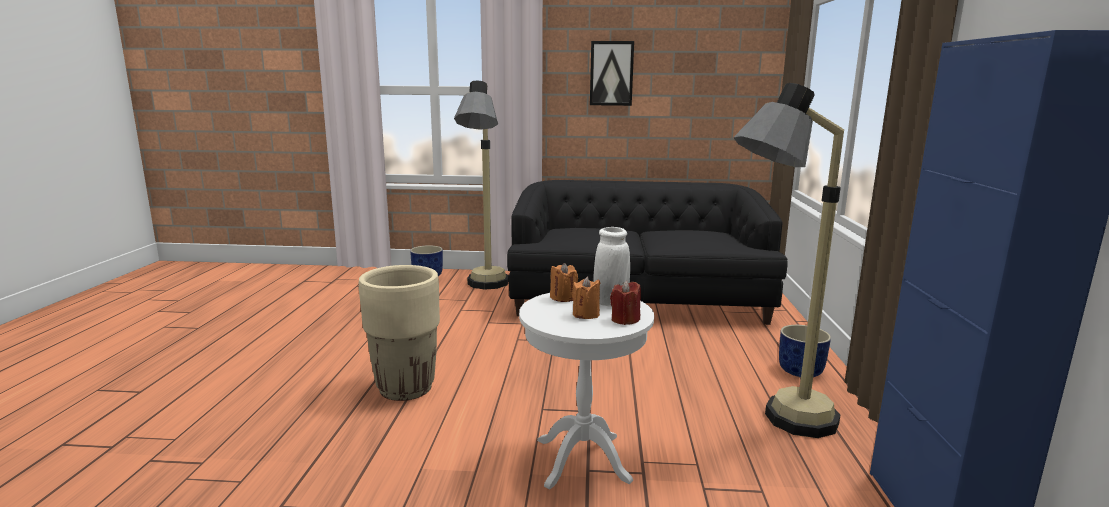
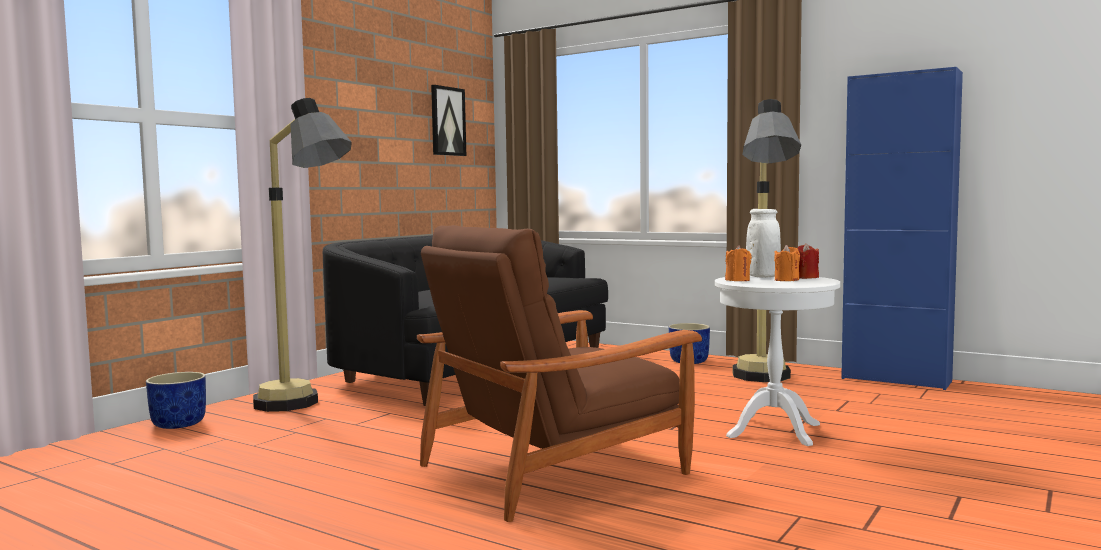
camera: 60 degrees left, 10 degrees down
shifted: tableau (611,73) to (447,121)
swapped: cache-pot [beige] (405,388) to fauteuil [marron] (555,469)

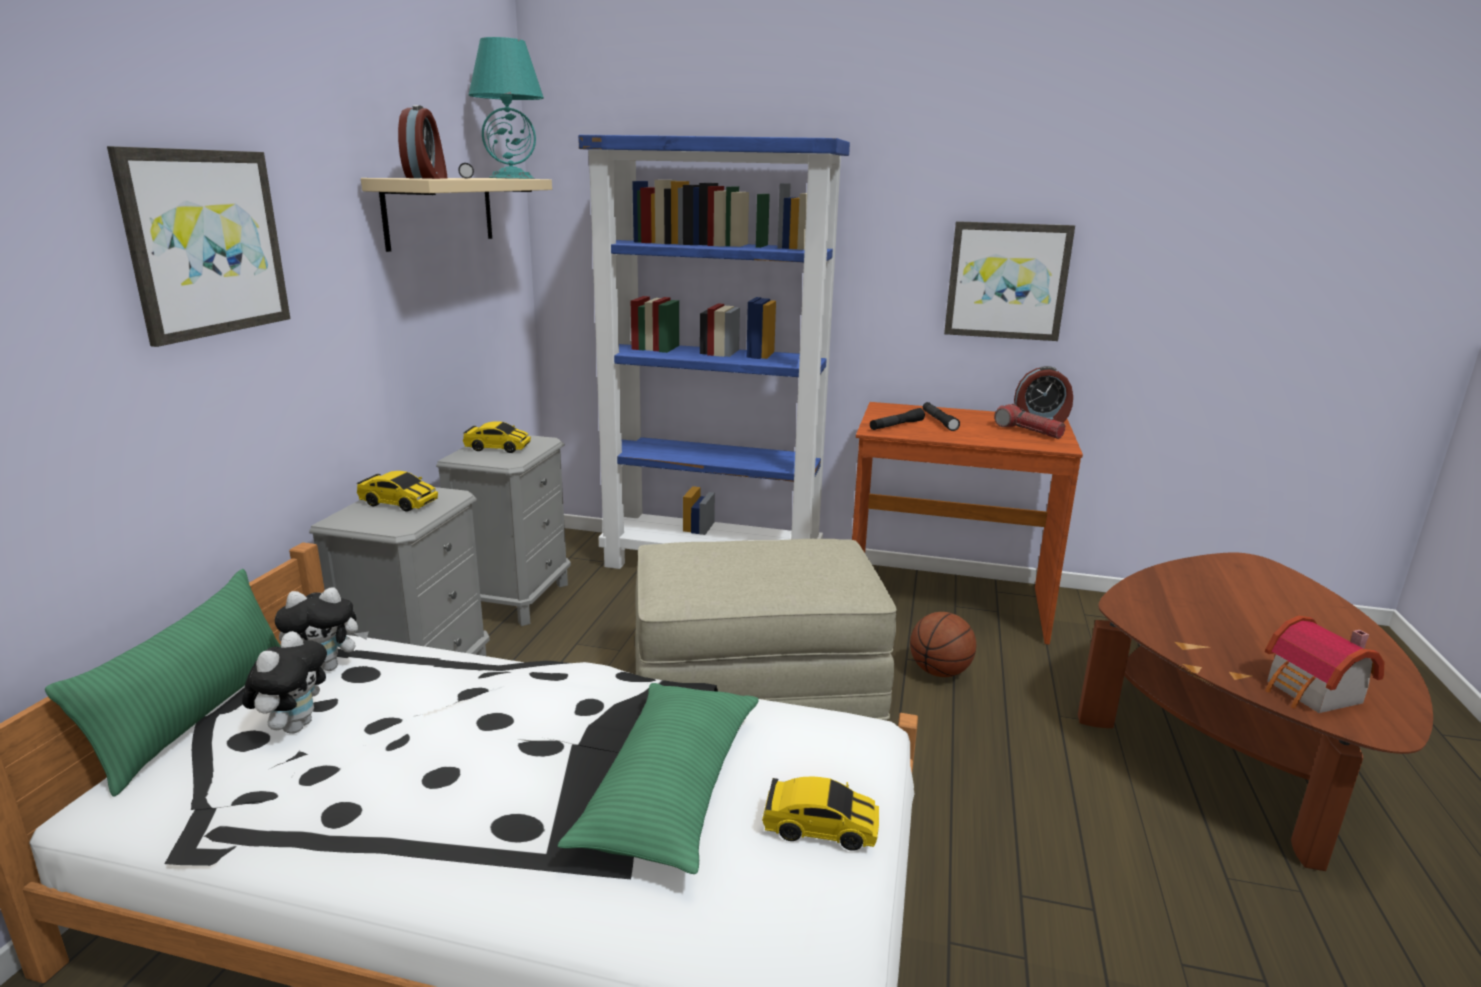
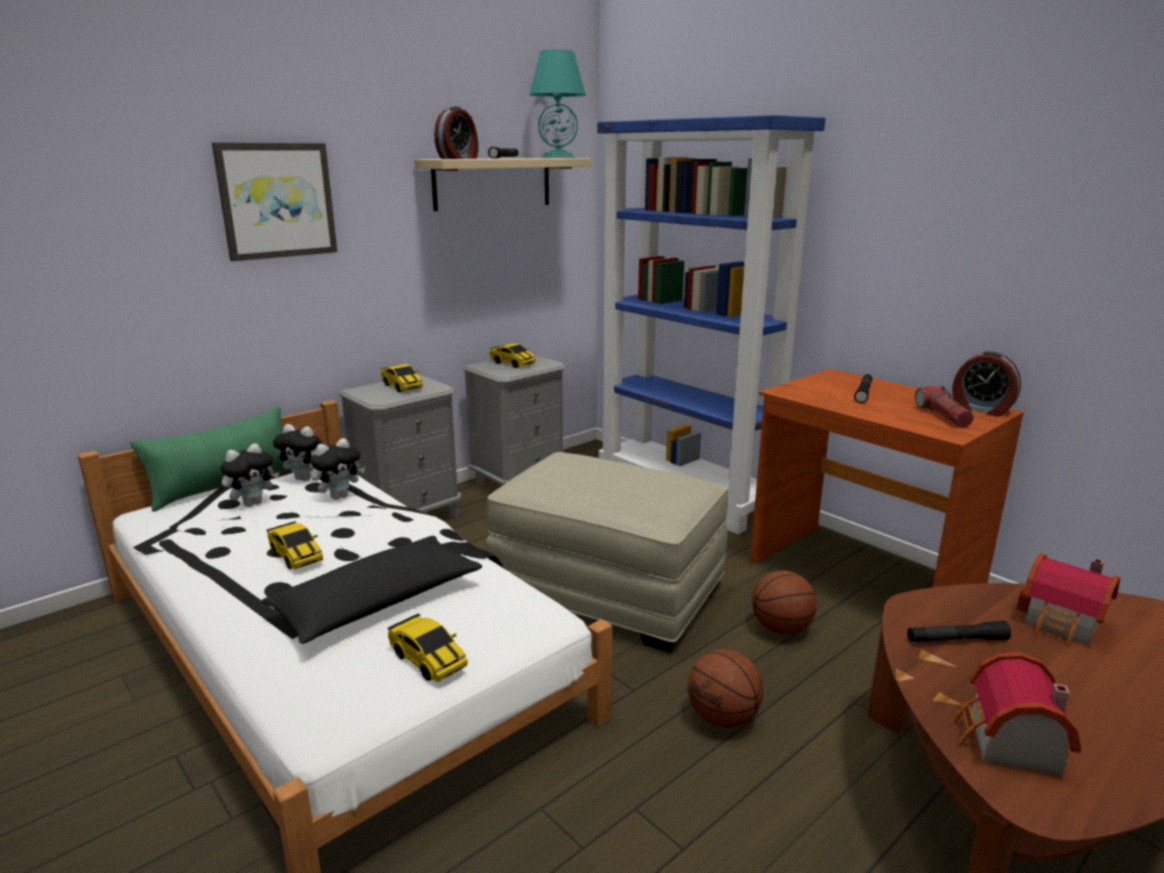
camera: 35 degrees right, 0 degrees up
gone: tableau (1007,281)
new: petite voiture (296,556); peluche (339,496); ballon de basket (723,718); maison miniature (1063,625)
shifted: lampe de poche [noir] (896,425) to (956,640)
repainted: coussin [vert] (670,789) to coussin [noir] (378,603)

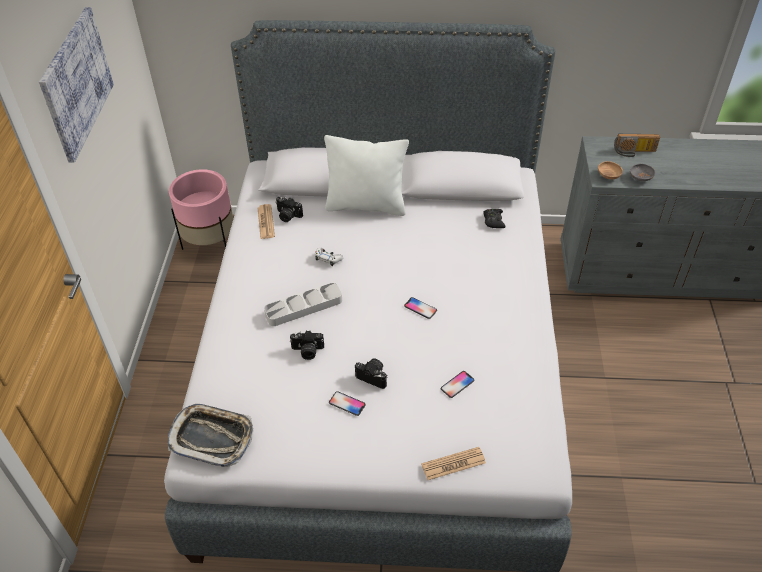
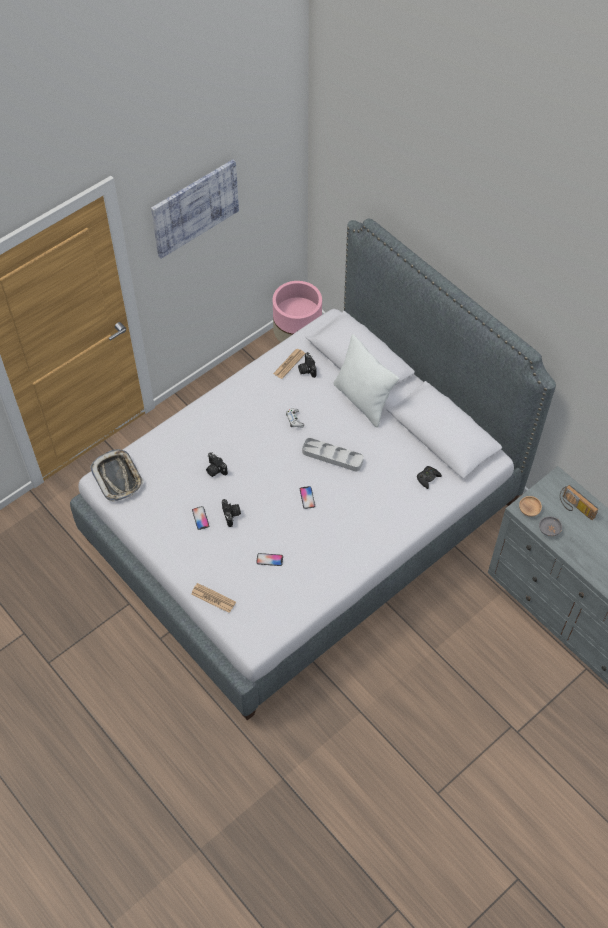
camera: 45 degrees right, 10 degrees up
shifted: plateau [gris] (304,307) to (332,456)

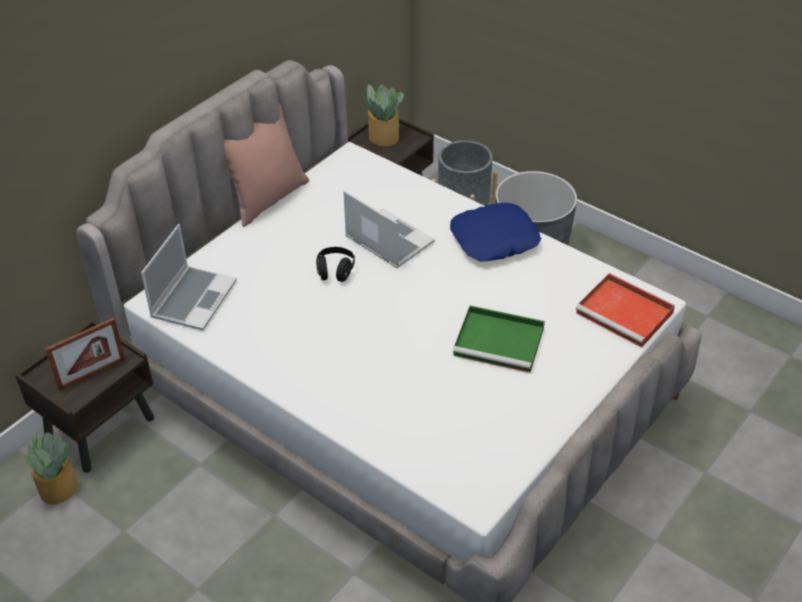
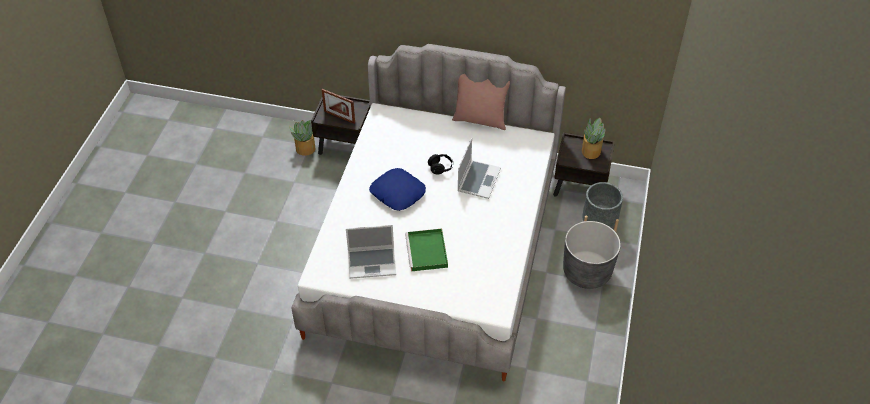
camera: 65 degrees right, 5 degrees up
gone: plateau [rouge] (626,313)
shifted: ordinateur portable (193,298) to (372,262); coussin [bleu] (494,240) to (397,193)

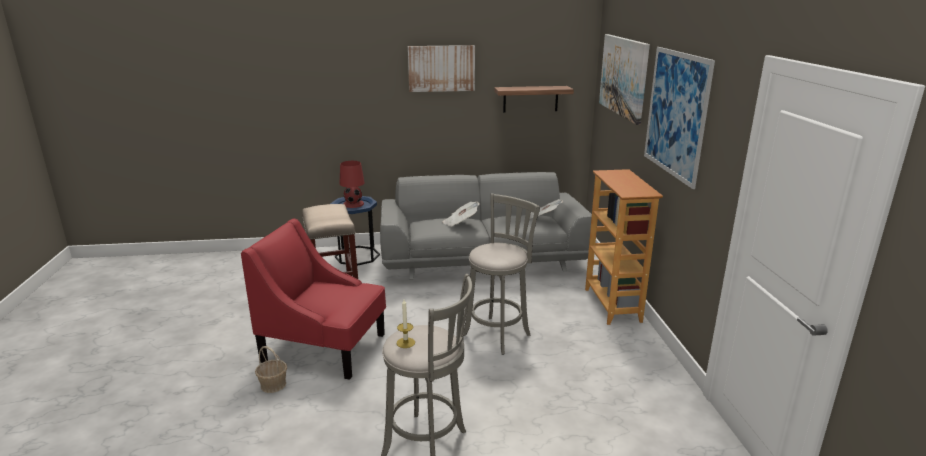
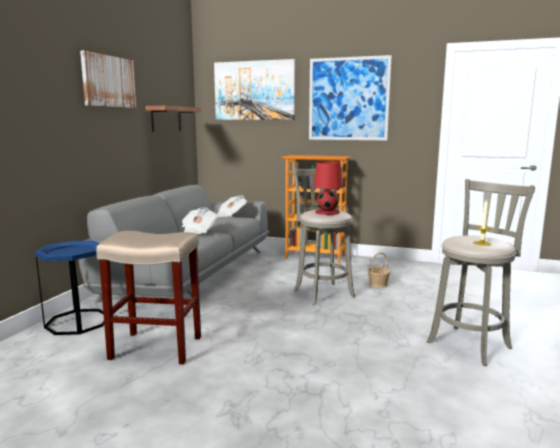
camera: 65 degrees left, 10 degrees down
gone: fauteuil [rouge] (324,347)
shifted: lampe de table [rouge] (353,204) to (327,212); panier (273,385) to (378,284)

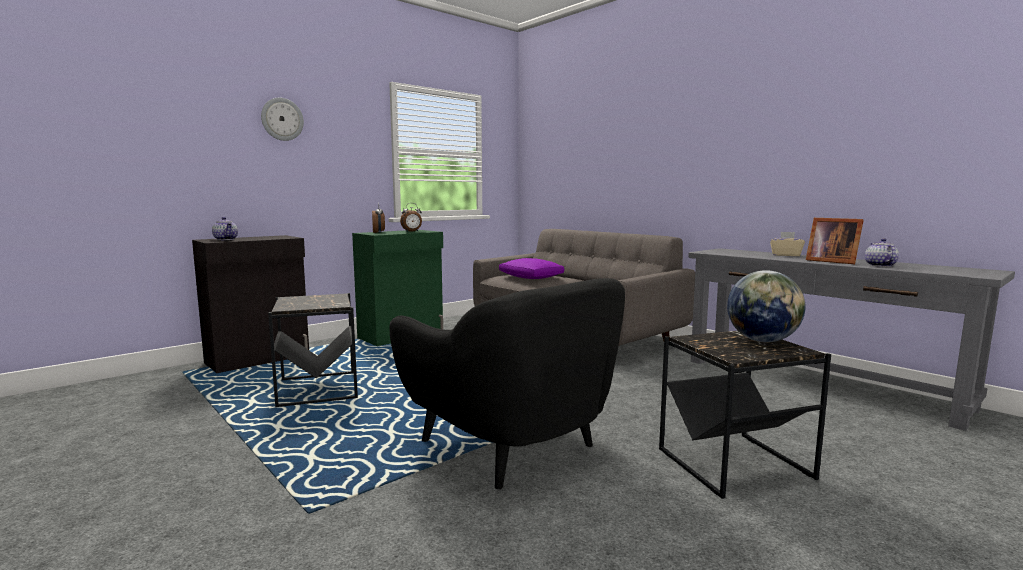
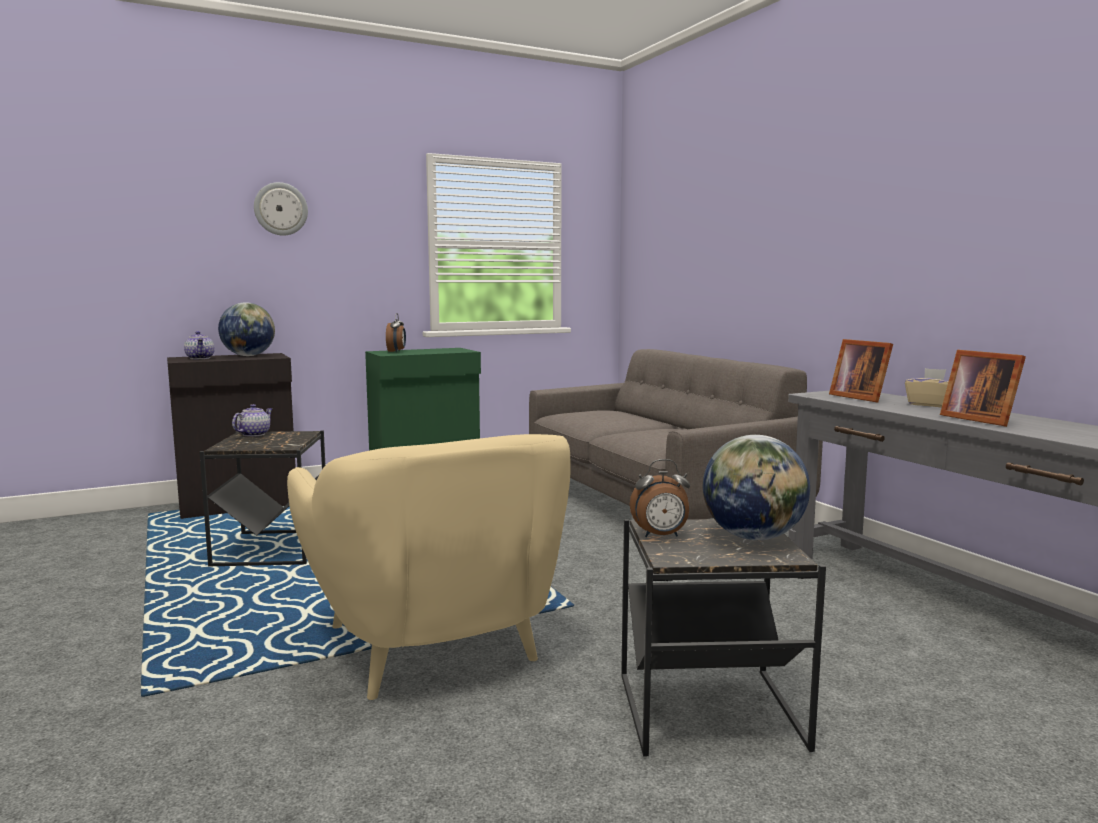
camera: 15 degrees right, 0 degrees up
gone: coussin [violet] (530,277)
new: globe (248,356); cadre photo (859,397)
shifted: théière (879,265) to (253,434); réveil (412,231) to (660,536)
repainted: fauteuil [noir] (510,446) to fauteuil [beige] (433,647)

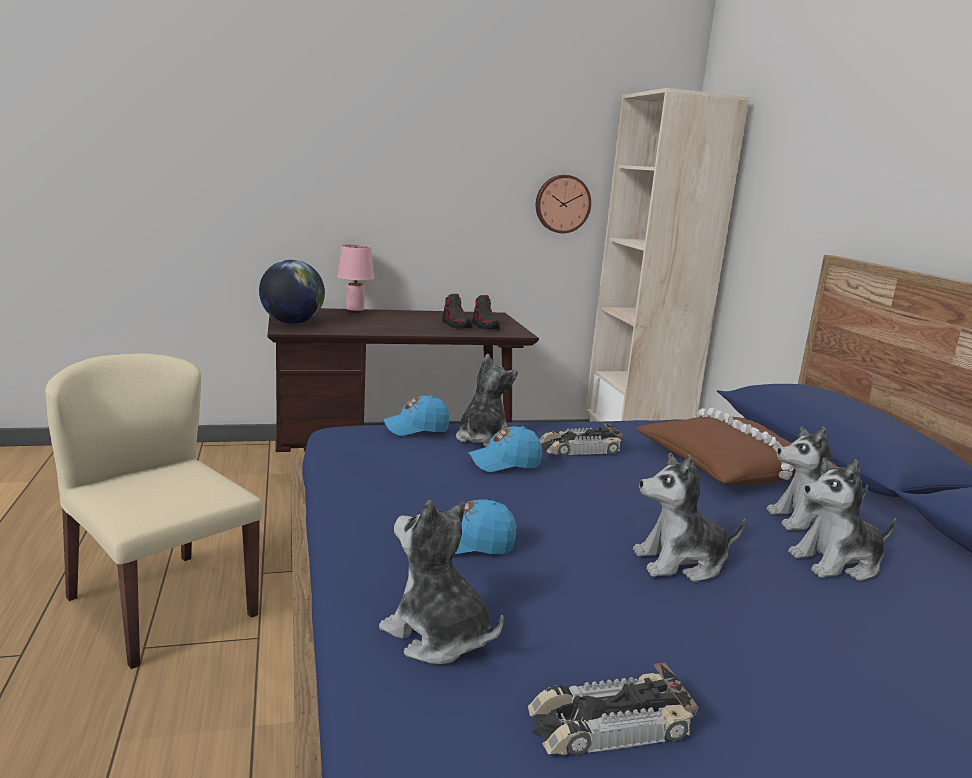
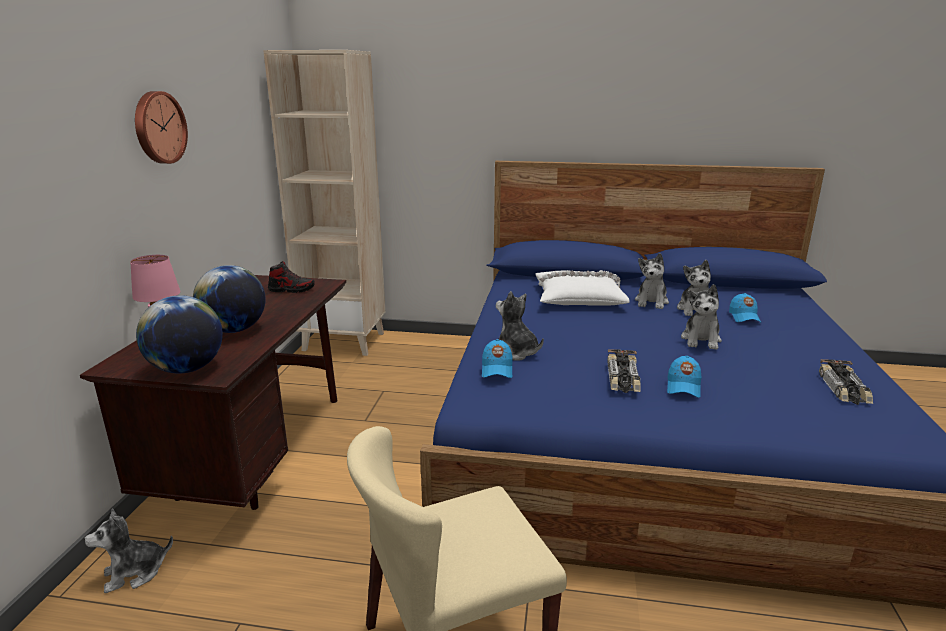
camera: 65 degrees left, 5 degrees up
gone: chaussure (456,325)
new: globe (234,330)
shifted: peluche (437,636) to (135,573); horloge murale (562,204) to (158,127); petite voiture (578,448) to (622,378); casquette [bleu] (504,463) to (744,317)
repainted: coussin [marron] (730,465) to coussin [blanc] (578,297)

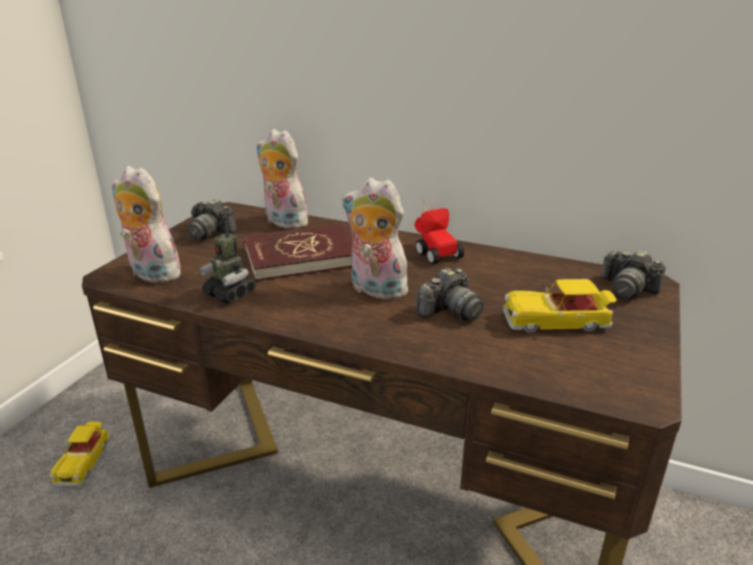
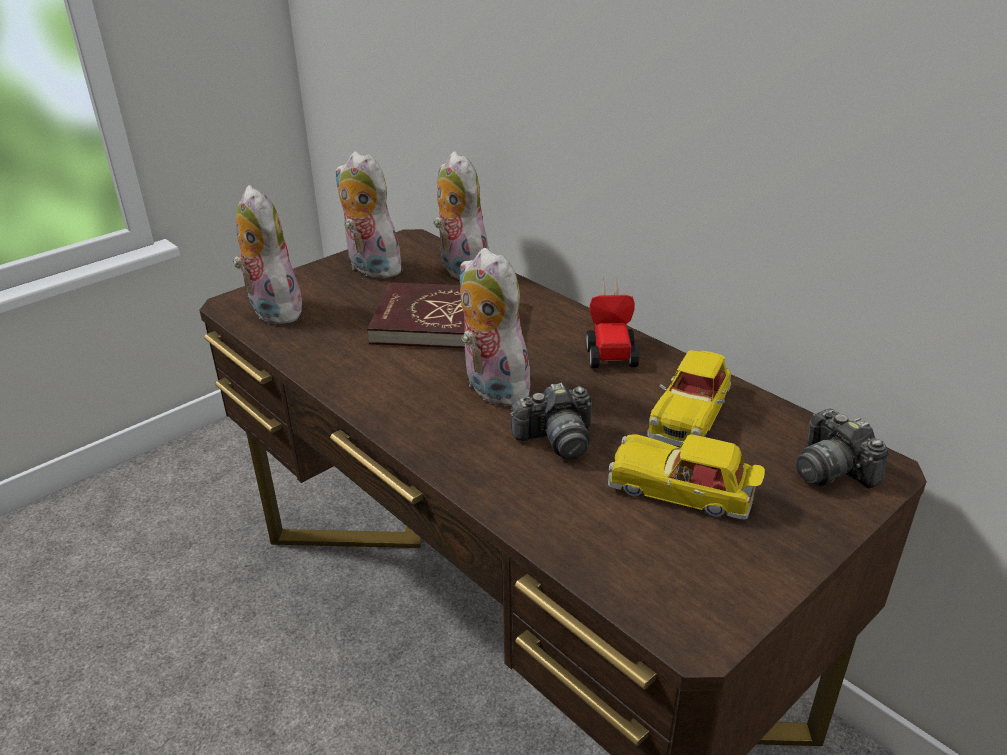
camera: 25 degrees right, 5 degrees up
gone: robot jouet (230,294)
shifted: petite voiture (84,461) to (690,413)
swapped: appareil photo (210,232) to peluche (370,268)

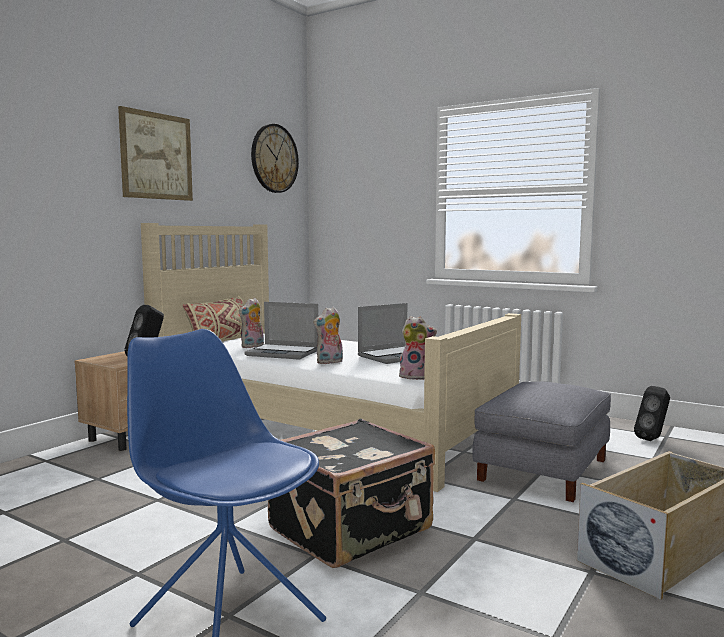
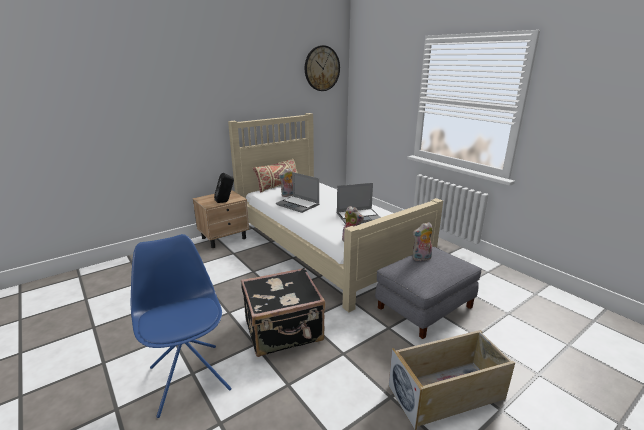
camera: 20 degrees right, 15 degrees up
gone: tableau (156,156); enceinte [noir] (653,439)
shifted: peluche (329,362) to (421,258)

